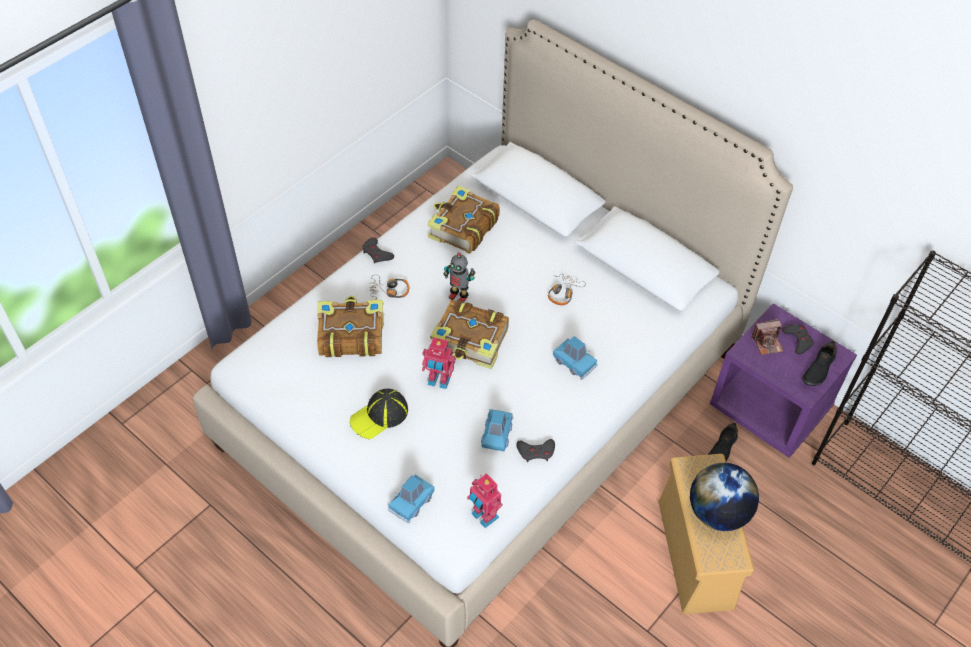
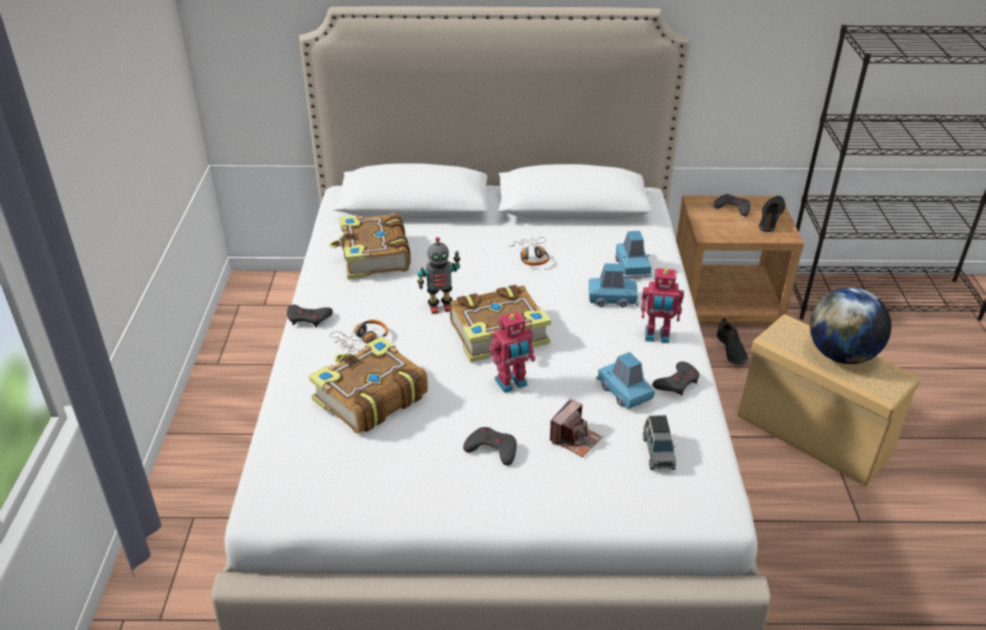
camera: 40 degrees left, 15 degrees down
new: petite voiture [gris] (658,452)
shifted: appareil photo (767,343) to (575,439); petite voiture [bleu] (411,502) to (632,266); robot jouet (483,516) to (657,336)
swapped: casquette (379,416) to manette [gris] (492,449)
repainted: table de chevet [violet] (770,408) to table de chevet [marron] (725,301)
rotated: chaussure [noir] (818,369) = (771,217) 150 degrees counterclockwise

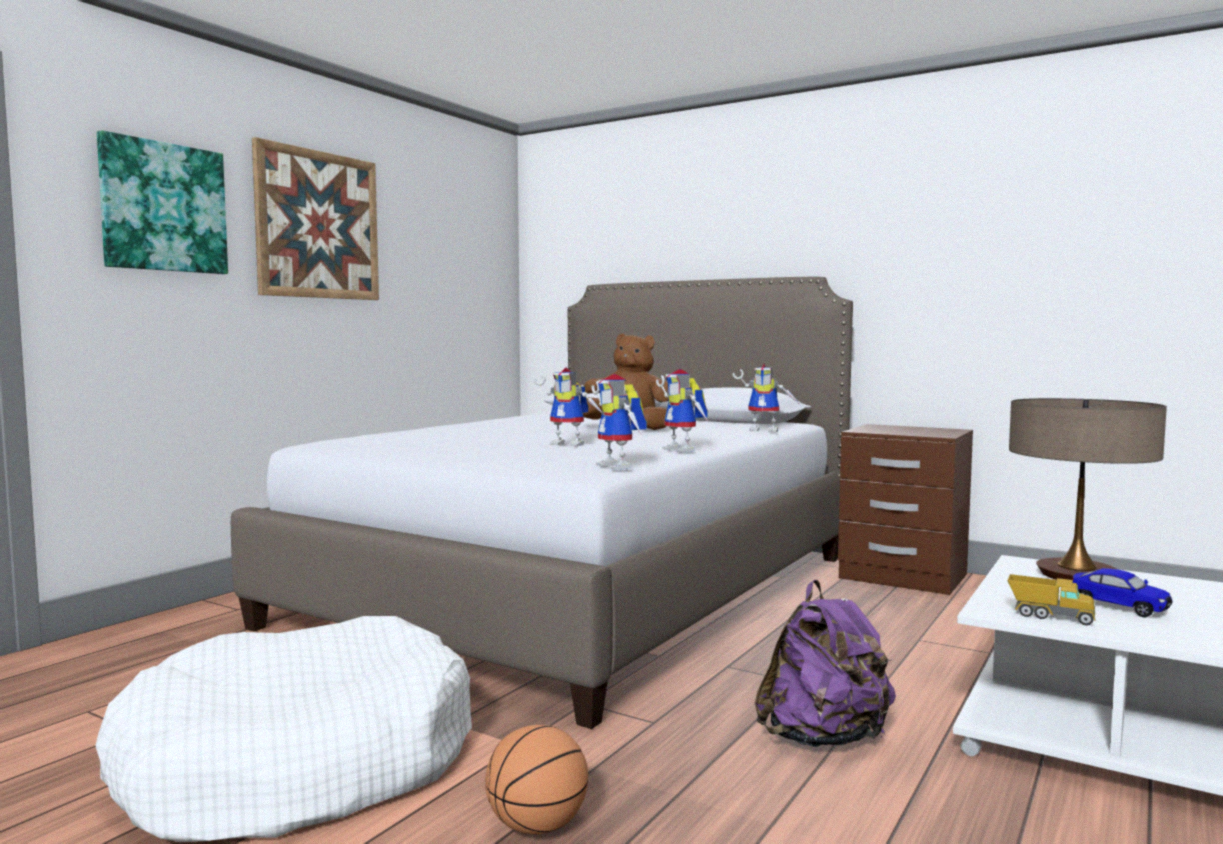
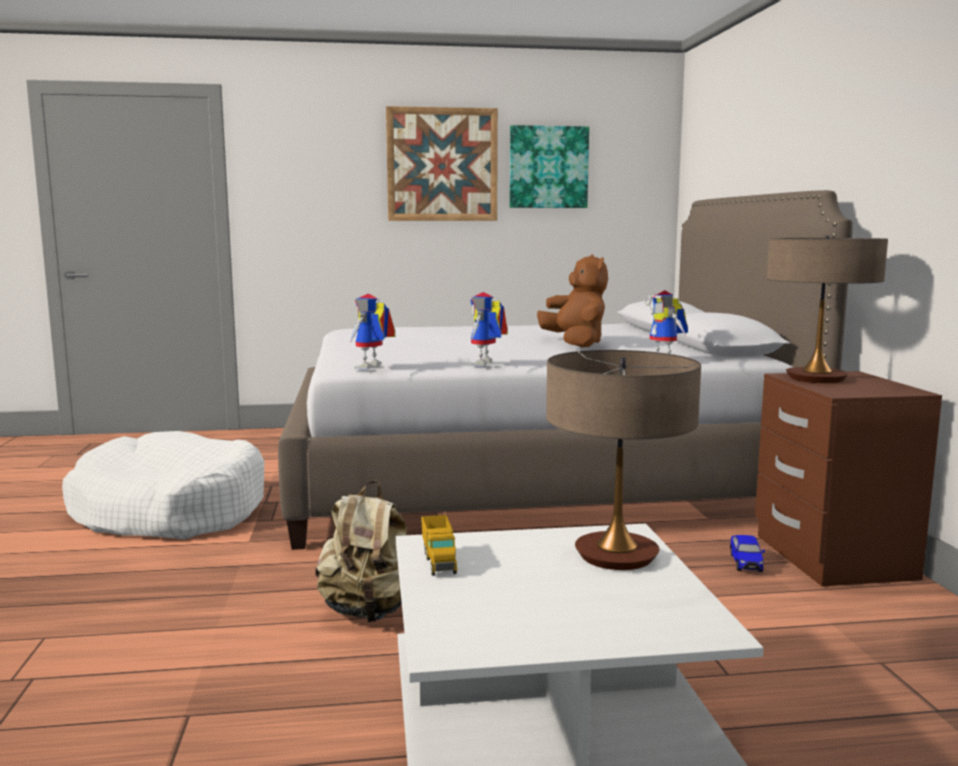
camera: 50 degrees right, 5 degrees up
gone: ballon de basket (537,827); robot jouet (571,444)
new: lampe de table (816,378)
shifted: tableau (163,207) to (548,167); petite voiture (1119,607) to (746,563)
repainted: sac à dos [violet] (823,738) to sac à dos [beige] (368,612)

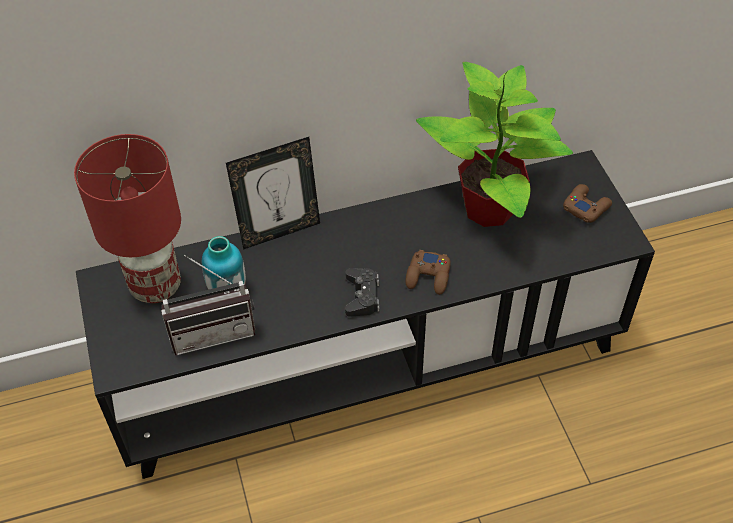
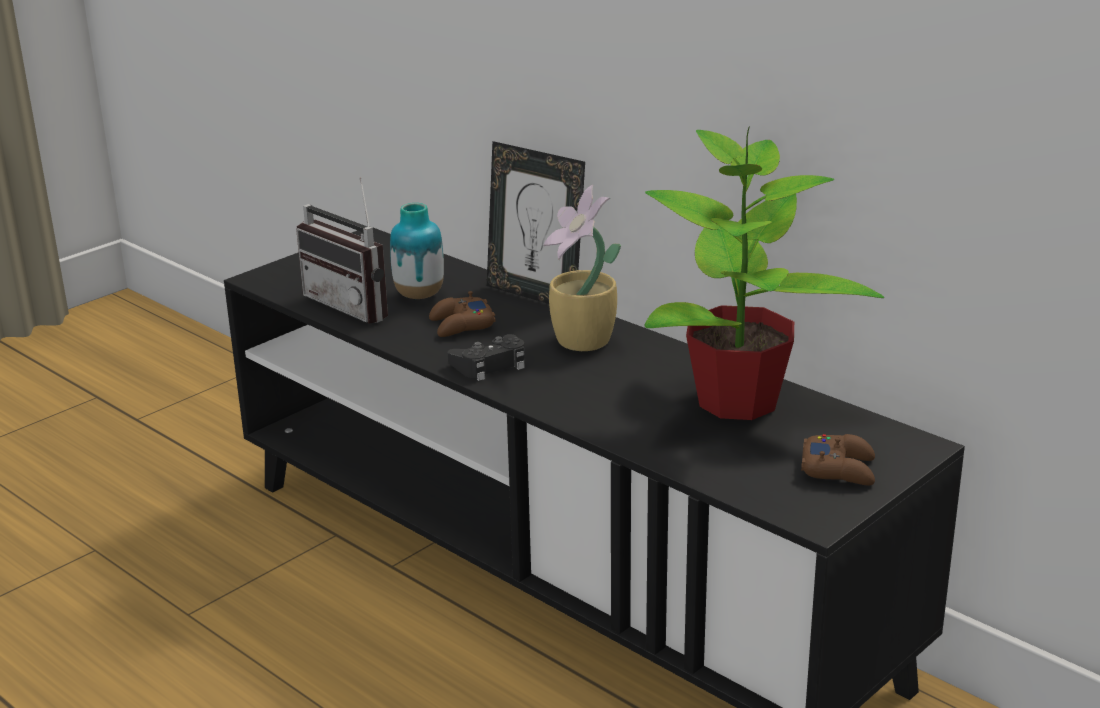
camera: 60 degrees right, 25 degrees down
gone: lampe de table [rouge] (156,287)
new: plante en pot (583,343)
shifted: manette [marron] (428,276) to (461,325)

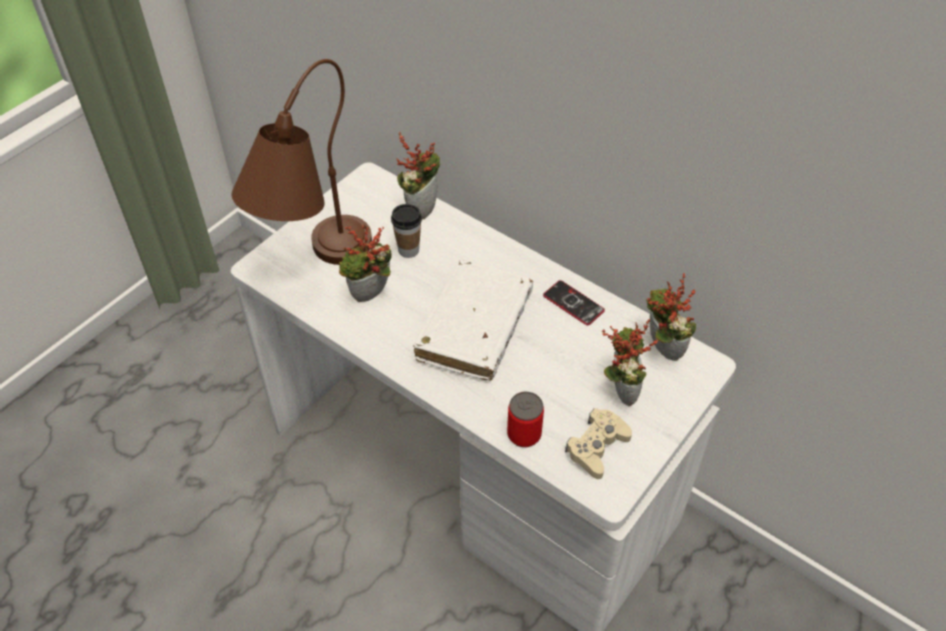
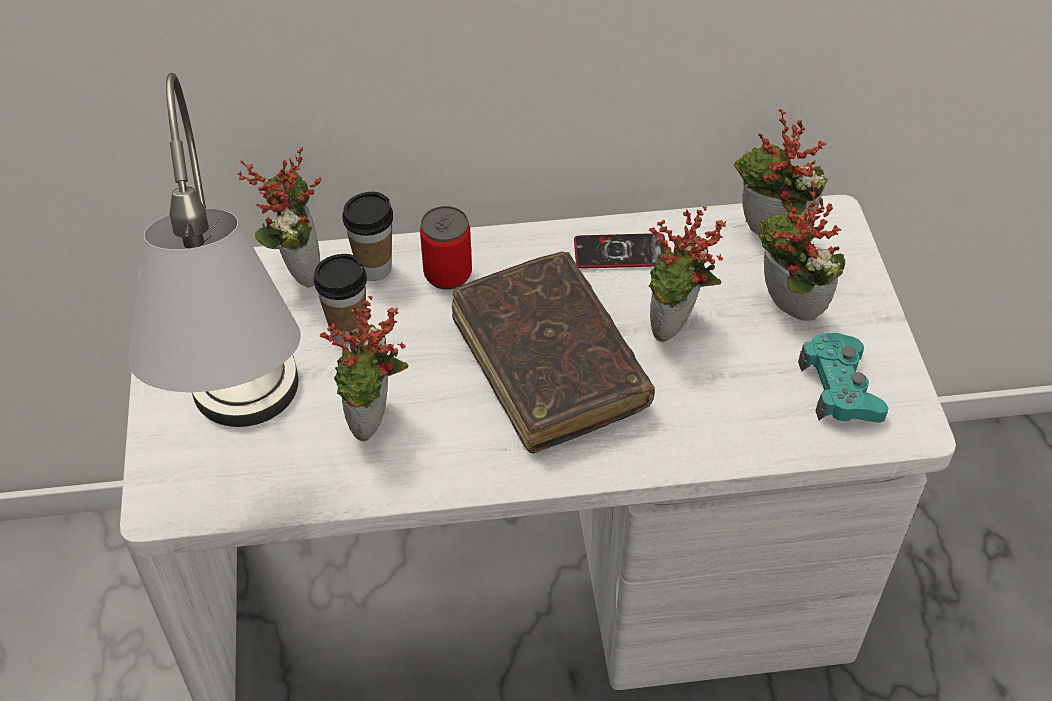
camera: 45 degrees left, 0 degrees up
new: tasse (374,268); plante en pot (675,330)
shifted: boîte métallique (524,434) to (447,274)
repainted: lampe de table [marron] (314,267) to lampe de table [gris] (247,443); livre [blanc] (474,328) to livre [marron] (549,364); manette [beige] (597,447) to manette [turquoise] (840,388)

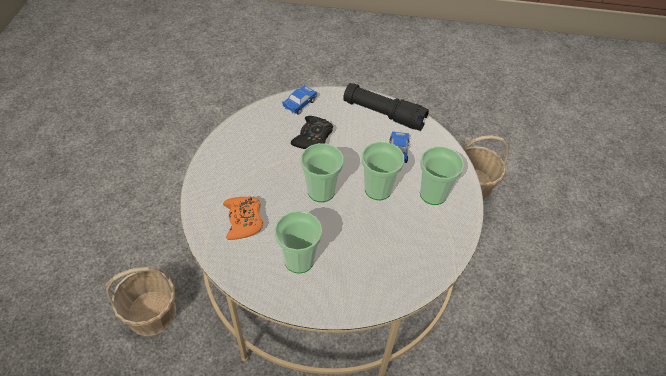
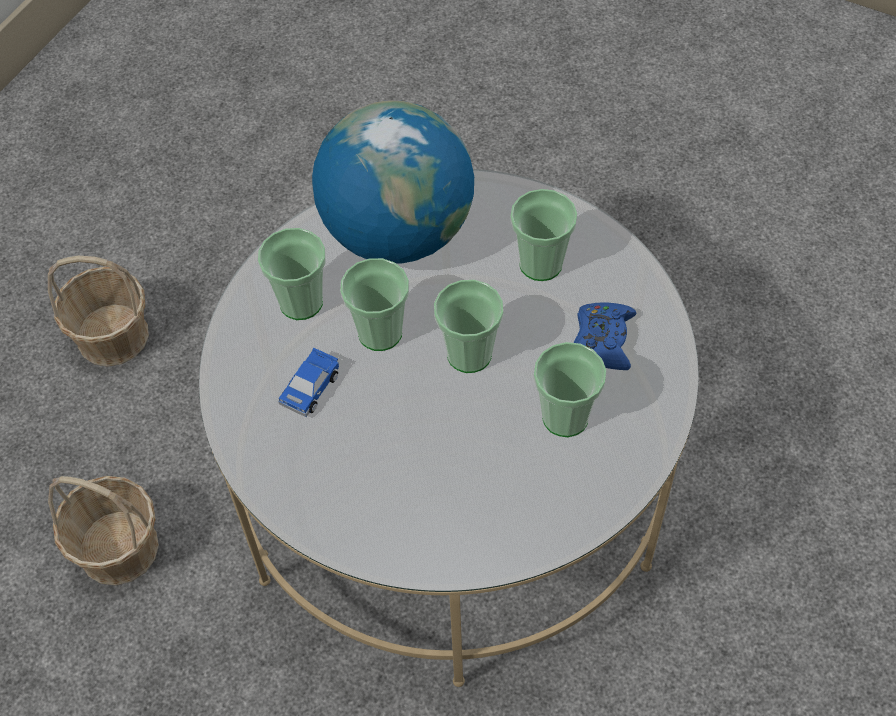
camera: 155 degrees left, 5 degrees up
gone: petite voiture (299,104); manette [noir] (313,137); lampe de poche [noir] (383,114)
new: globe (398,232); tasse (565,417)
shifted: panier (152,313) to (112,335)
repainted: manette [orange] (243,220) to manette [bleu] (603,340)

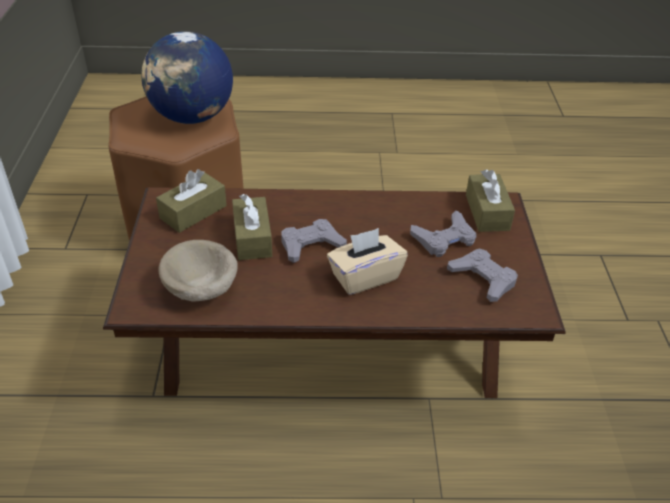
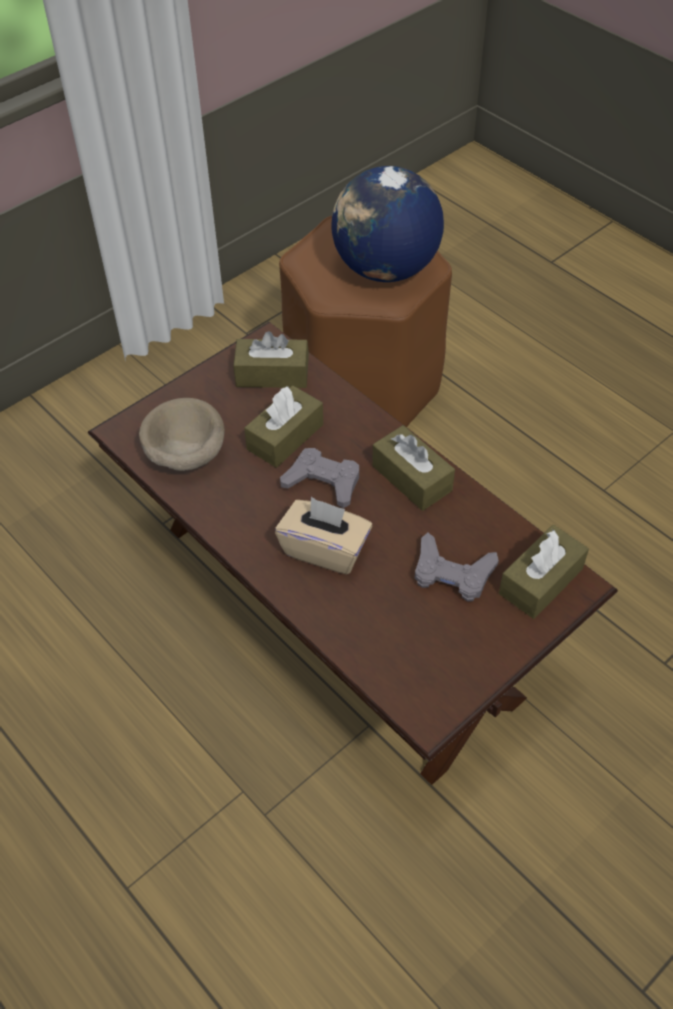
camera: 50 degrees right, 10 degrees up
gone: manette [gris] (483,279)
new: boîte à mouchoirs [marron] (412,478)

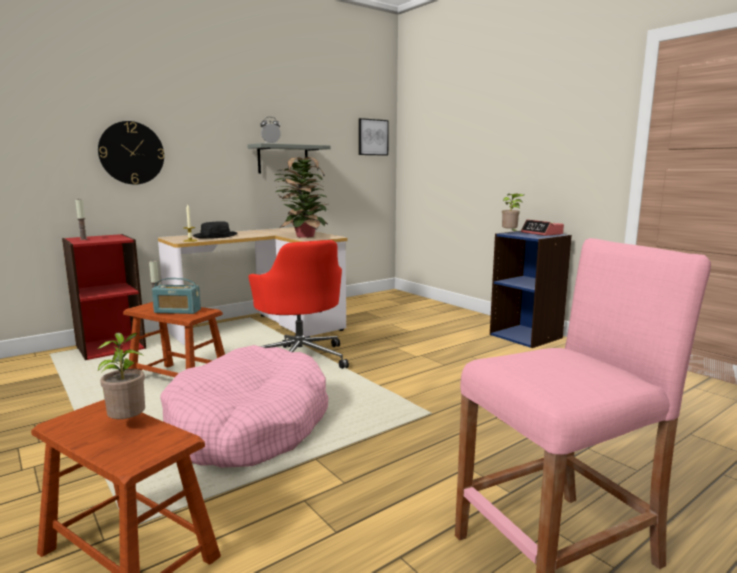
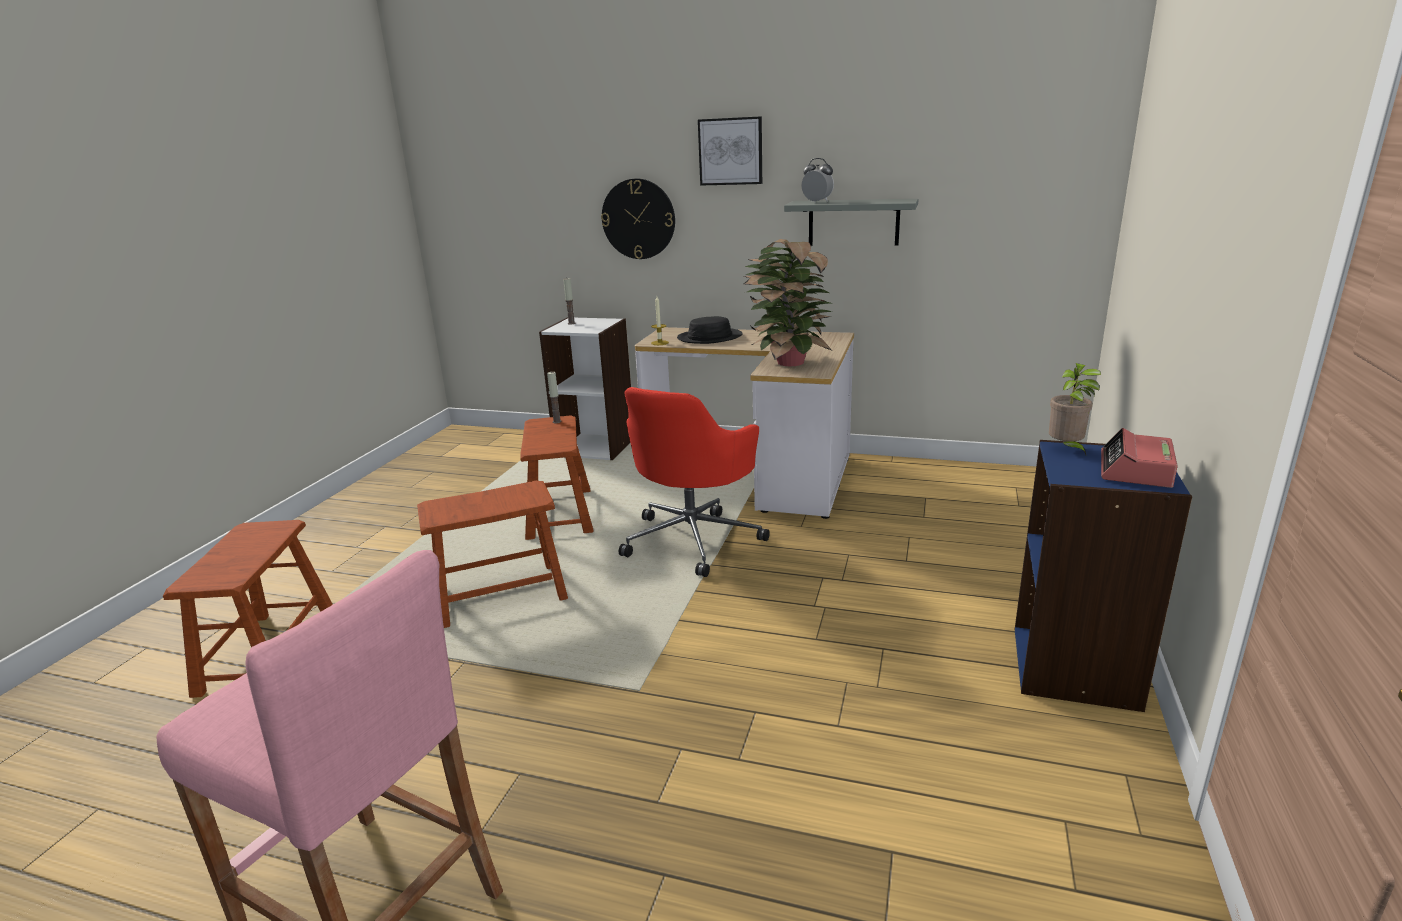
camera: 55 degrees right, 10 degrees up
gone: plante en pot (128,423); radio (177,311)
shifted: tableau (372,137) to (731,151)
swapped: panier pour chien [rose] (249,426) to tabouret [marron] (500,594)
repainted: bibliothèque [rouge] (110,347) to bibliothèque [blanc] (596,447)

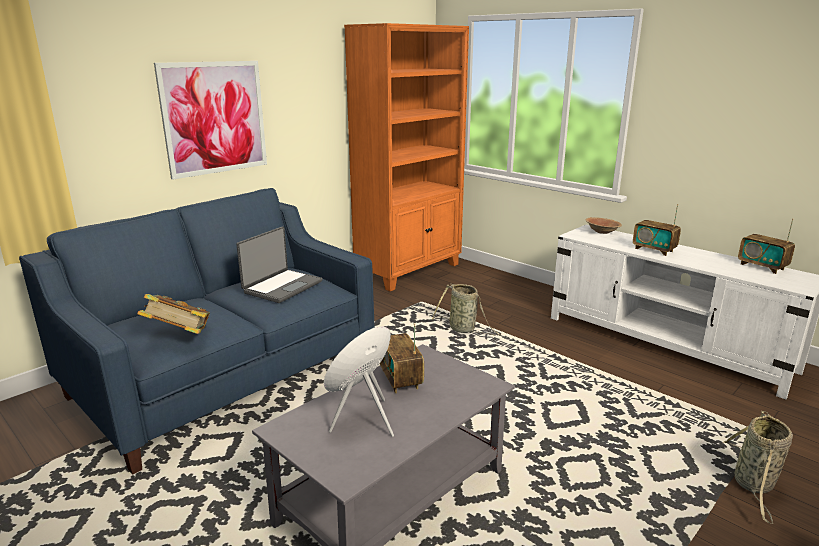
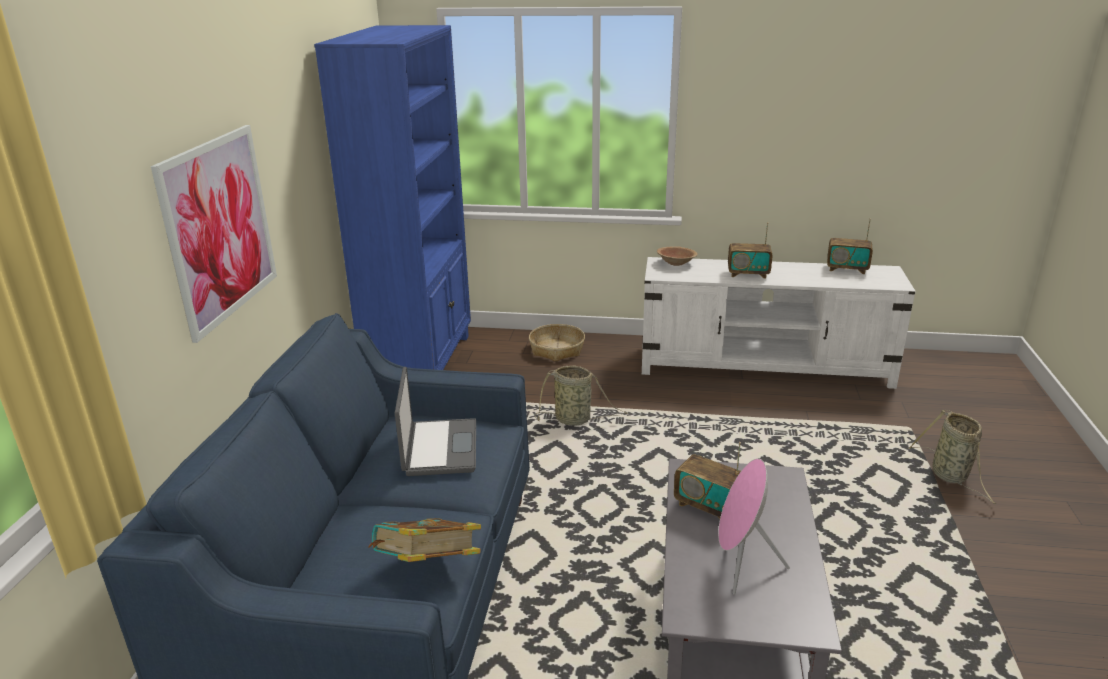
camera: 35 degrees left, 5 degrees up
new: panier (557,349)
repainted: bibliothèque [orange] (409,271) to bibliothèque [bleu] (422,363)

